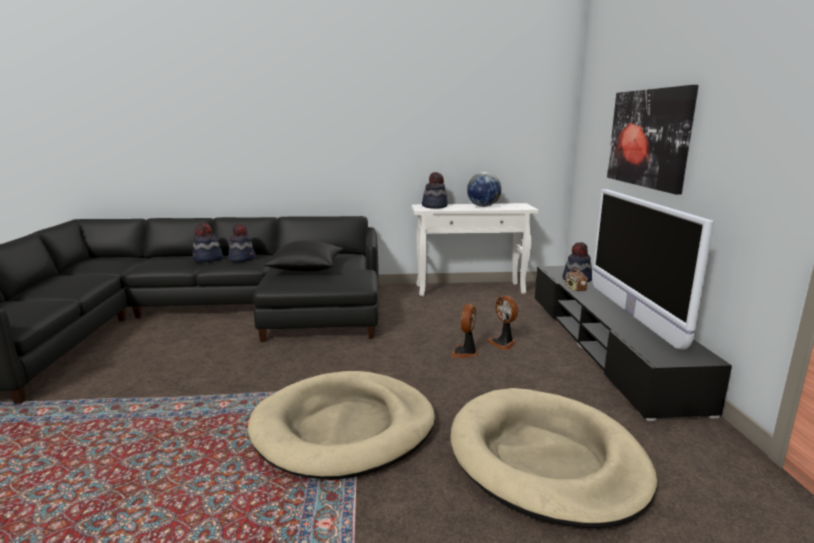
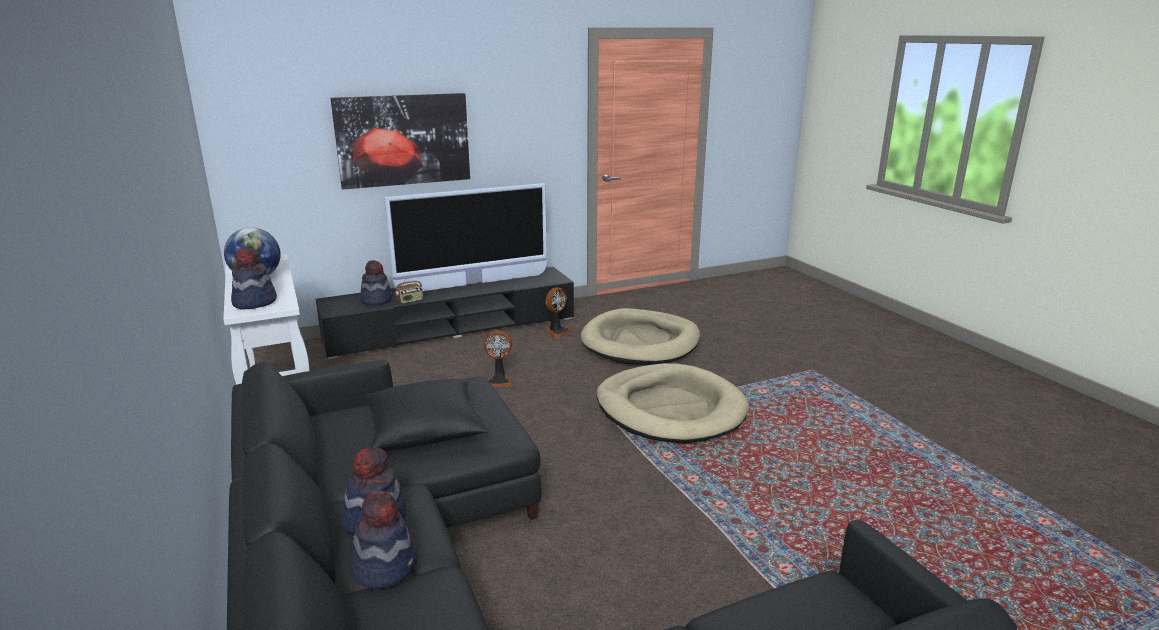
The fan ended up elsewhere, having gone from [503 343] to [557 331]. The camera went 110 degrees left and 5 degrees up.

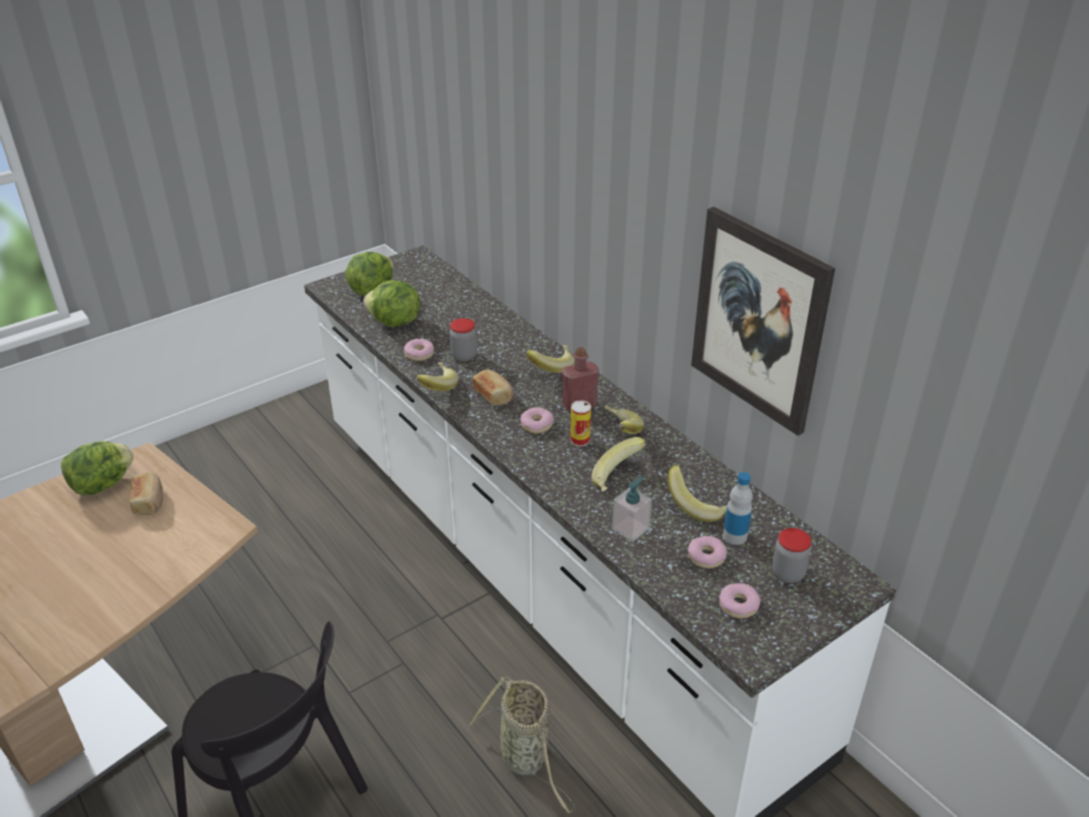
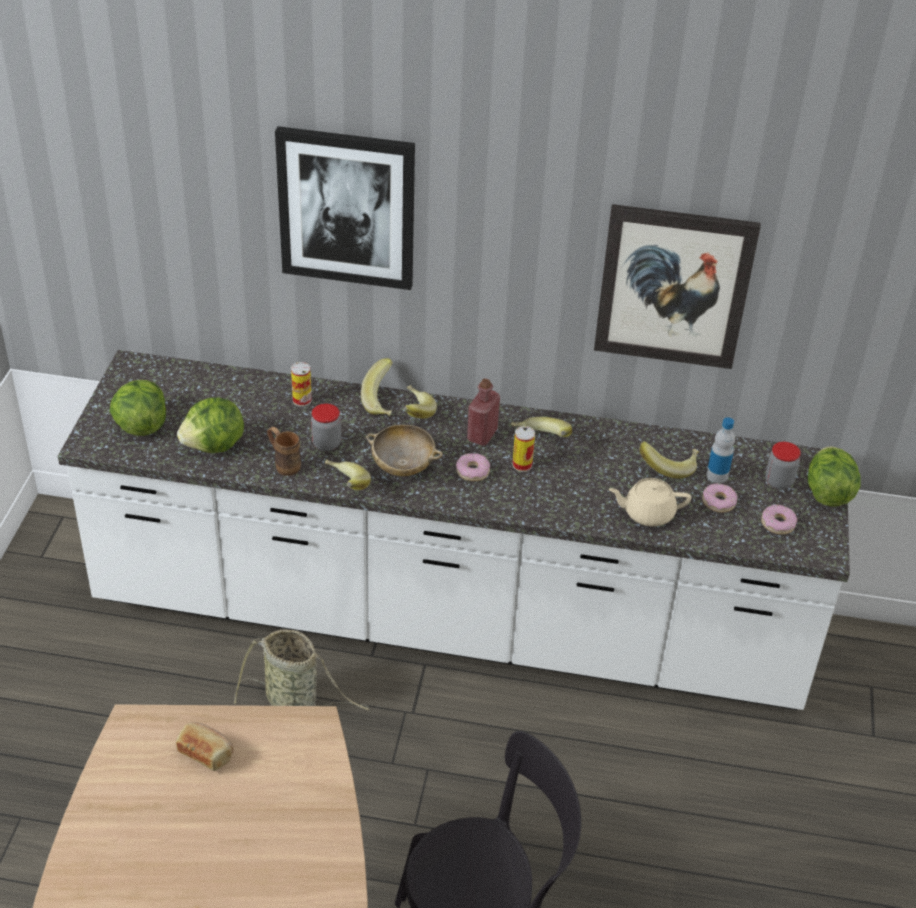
The lettuce ended up elsewhere, having gone from [102 485] to [828 493]. Where the donut stood at [419 354], the mug/brown came to stand at [284 464]. The basket ended up elsewhere, having gone from [526 758] to [295 700]. Where the bread stood at [493 395], the bowl/beige came to stand at [403 465]. The banana ended up elsewhere, having gone from [618 479] to [383 401]. Where the soap dispenser stood at [630 528], the teapot/beige came to stand at [647 513]. The second view gained the picture at [347 208]. The second view gained the can at [302 400]. The camera went 45 degrees left and 5 degrees up.

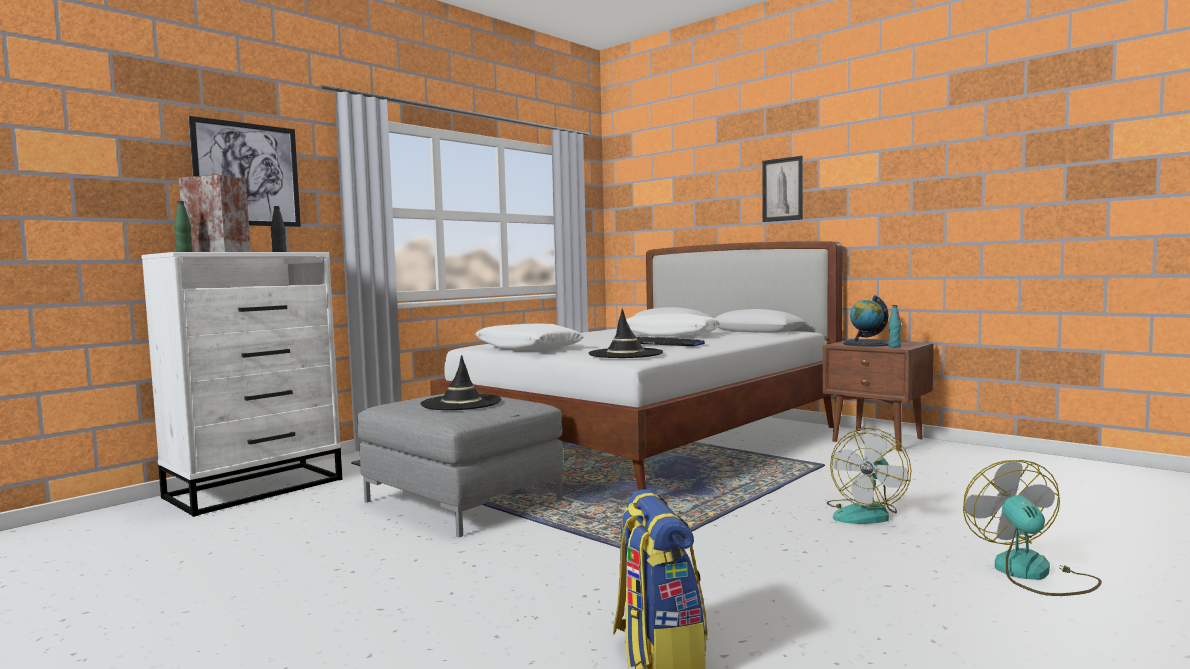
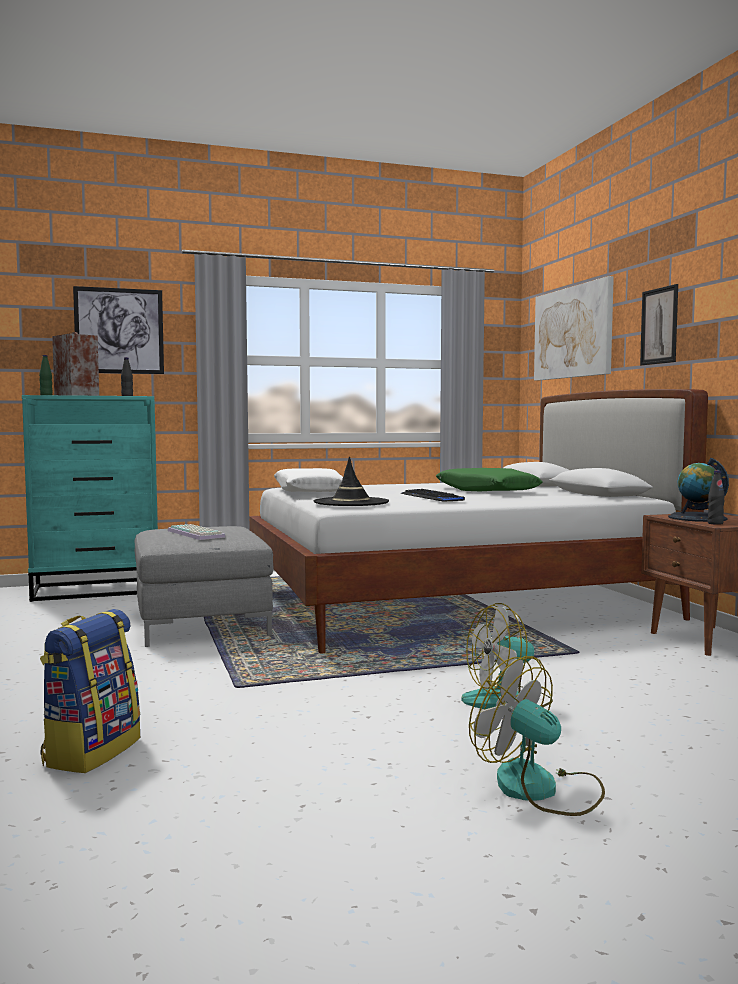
What was the dresser/white at [256 488] turned into the dresser/turquoise at [98 590]. Where the hat/black stood at [461 403], the keyboard came to stand at [197 534]. What was the pillow/white at [670 335] turned into the pillow/green at [487 491]. What was the bottle/turquoise at [894 346] turned into the bottle/black at [715 523]. The fan at [1032 573] ended up facing another way, 75 degrees counterclockwise from before. The second view gained the picture at [572 332]. The camera went 30 degrees right and 0 degrees up.

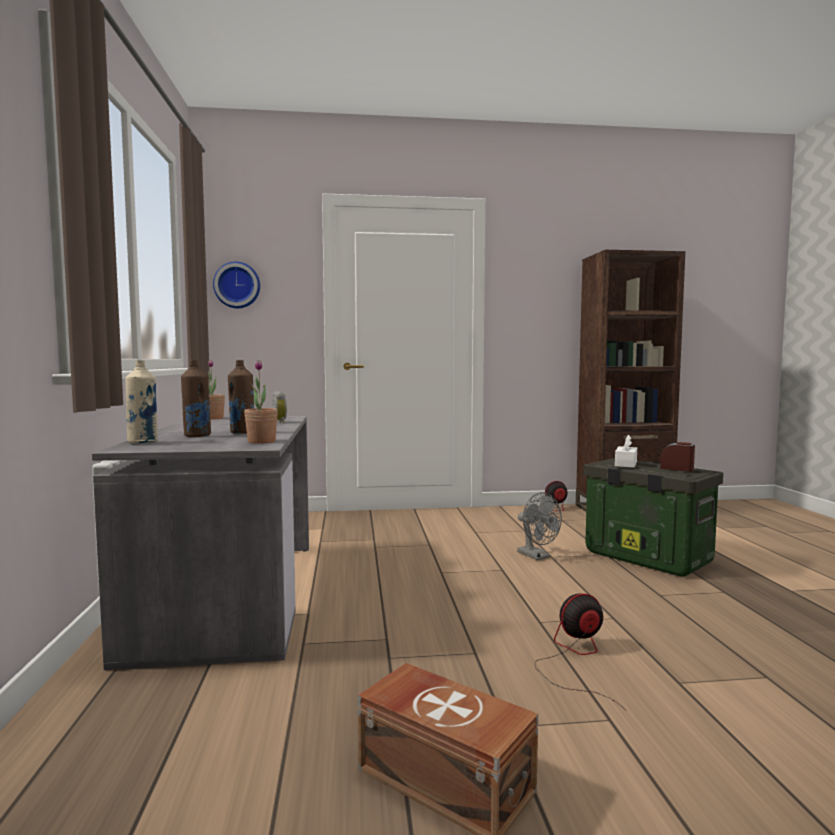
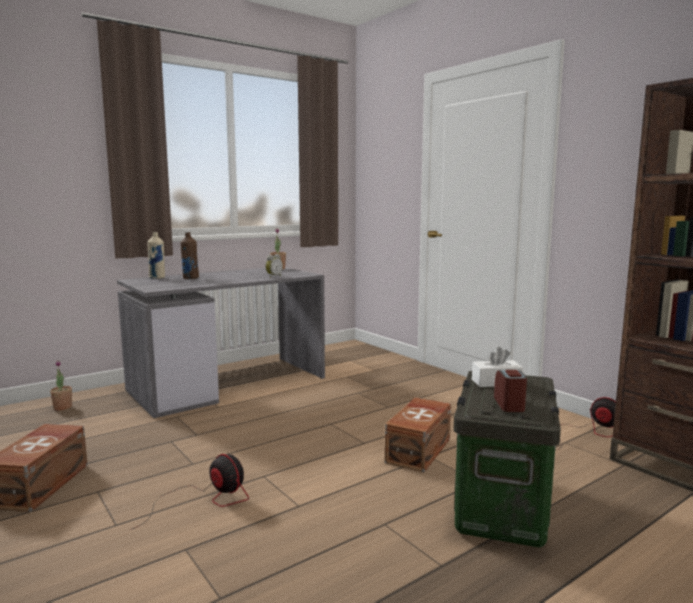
The second view lost the wall clock at [237 285]. The second view lost the bottle/brown at [242 432]. The potted plant ended up elsewhere, having gone from [261 441] to [62 407]. Where the fan/grey stood at [537 556], the storage box/brown came to stand at [420 450]. The camera went 60 degrees right and 5 degrees up.

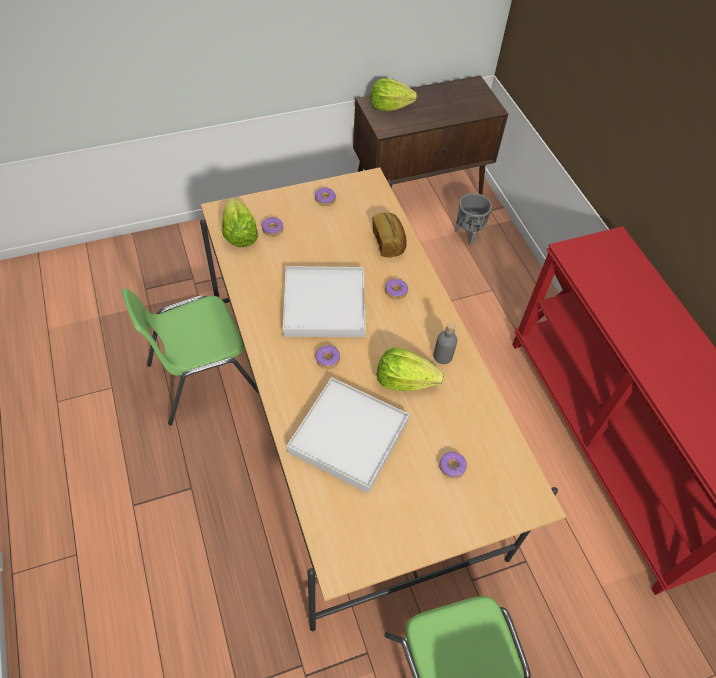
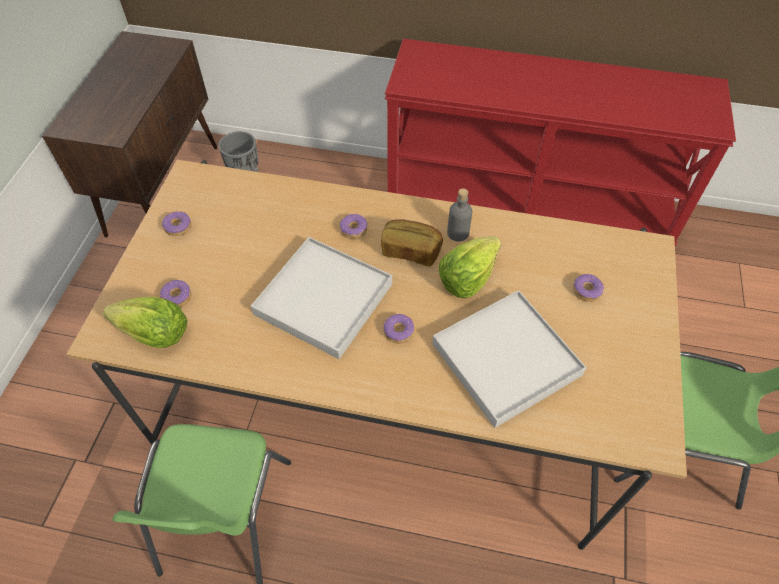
The second view lost the lettuce at [389 106]. The bread ended up elsewhere, having gone from [389 242] to [410 251]. The camera went 55 degrees left and 0 degrees up.

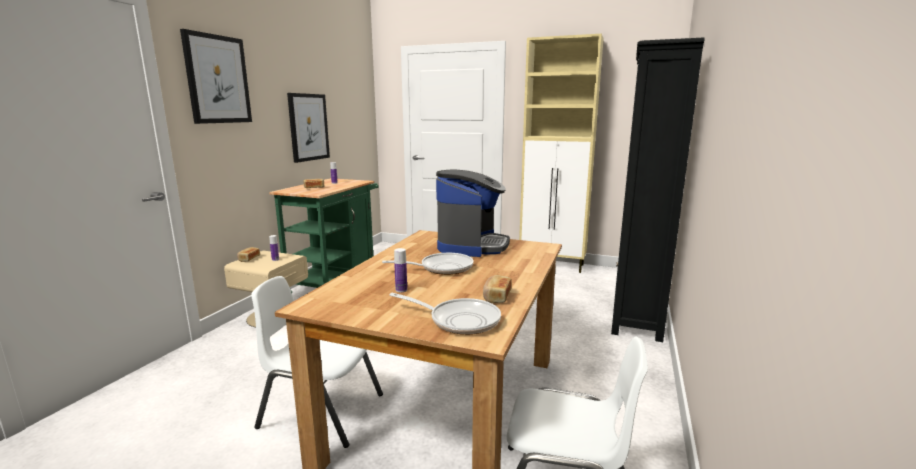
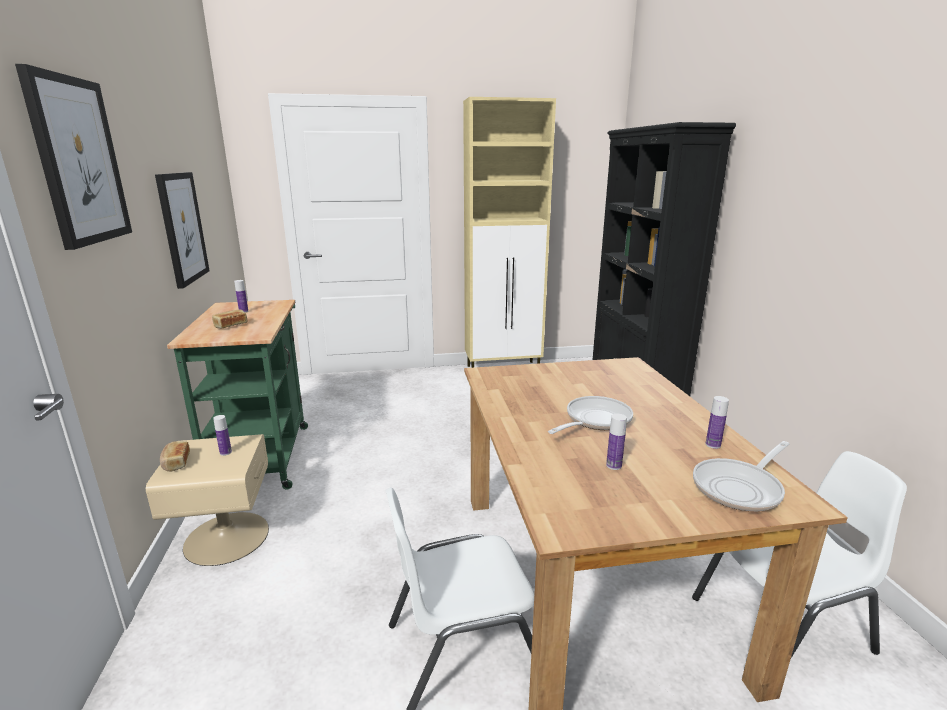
The frying pan at [459 320] ended up facing another way, 150 degrees clockwise from before. The second view lost the coffee machine at [472 245]. Where the bread stood at [496 297], the bottle came to stand at [713 445]. The camera went 30 degrees left and 5 degrees up.

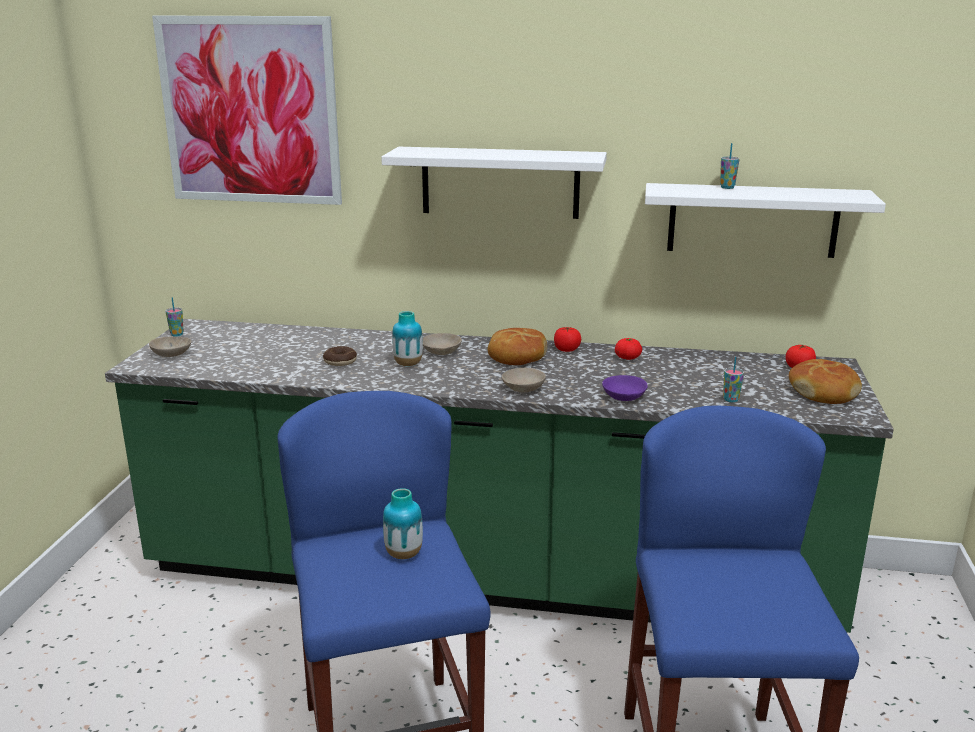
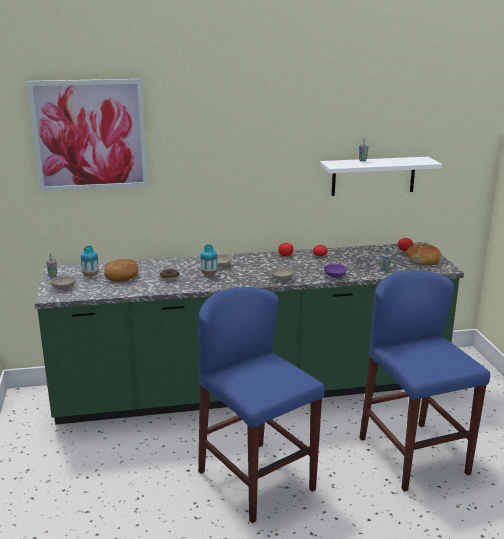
The second view lost the shelf/white at [500 182]. The vase ended up elsewhere, having gone from [403 554] to [91 275]. The bread ended up elsewhere, having gone from [516 356] to [121 276]. The camera went 20 degrees left and 0 degrees up.

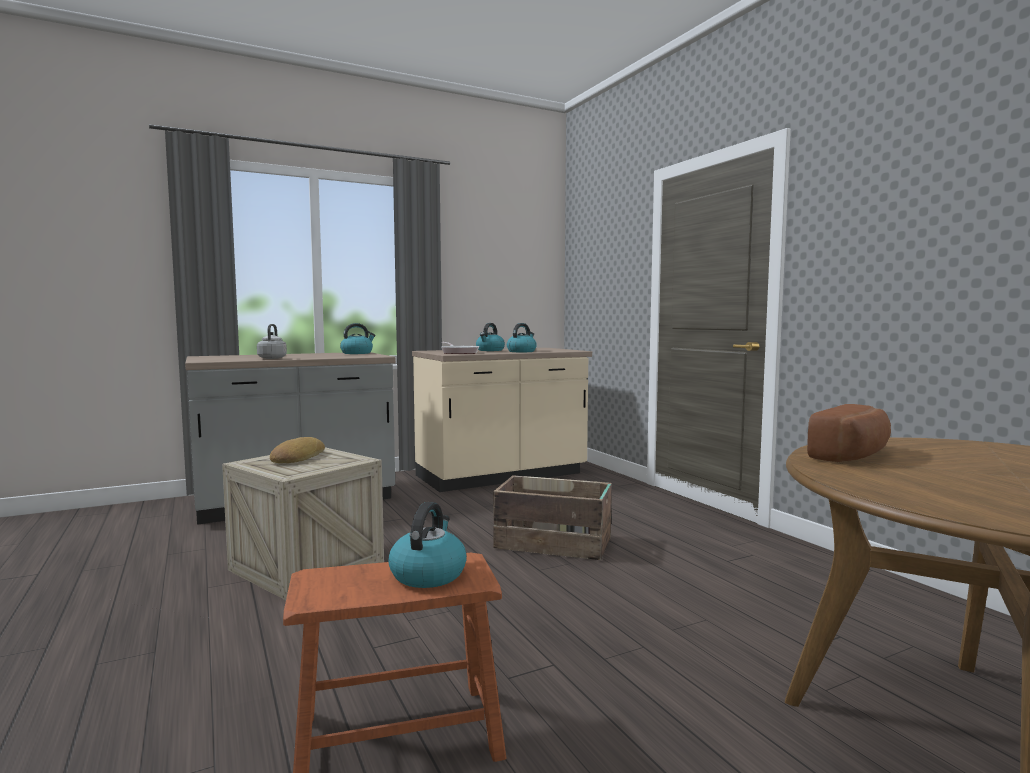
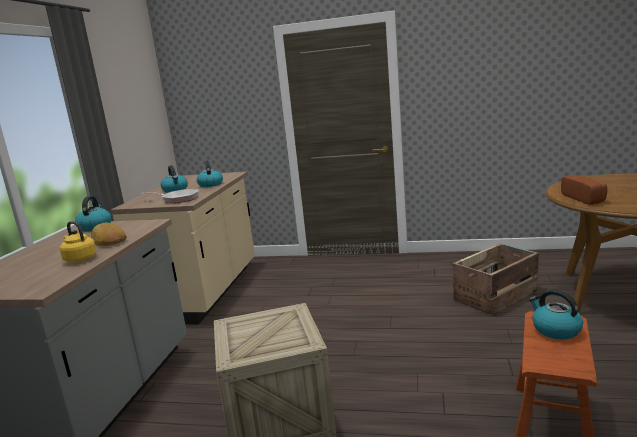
What was the kettle/grey at [273 358] turned into the kettle/yellow at [79 259]. The bread ended up elsewhere, having gone from [296 457] to [108 240]. The crate ended up elsewhere, having gone from [555 544] to [497 295]. The camera went 50 degrees left and 10 degrees up.

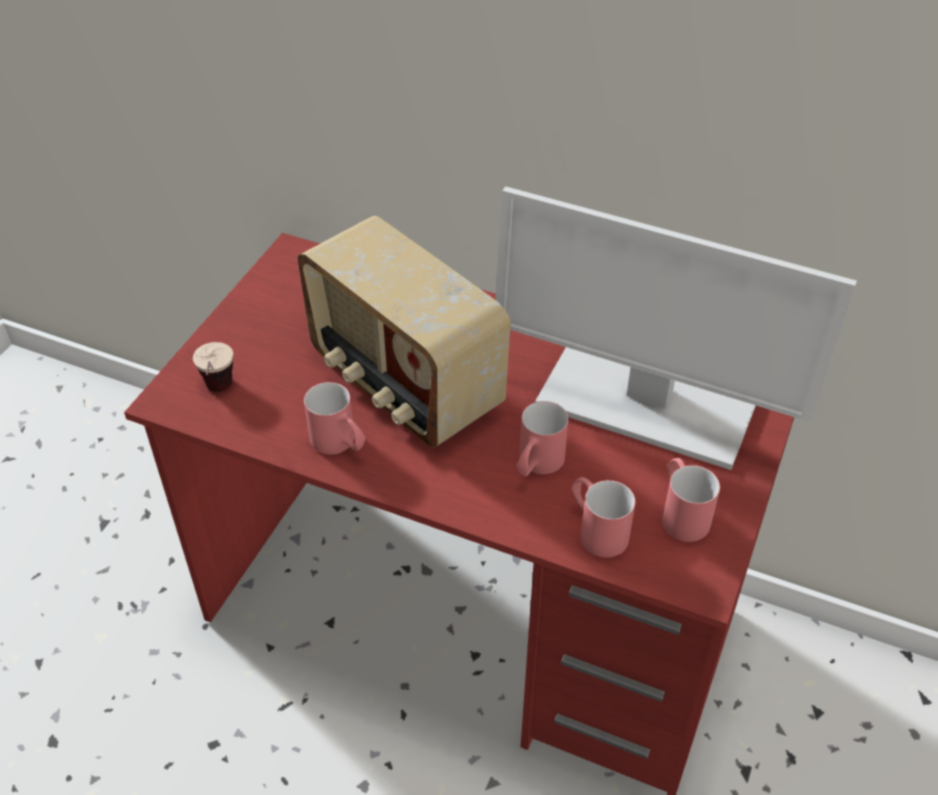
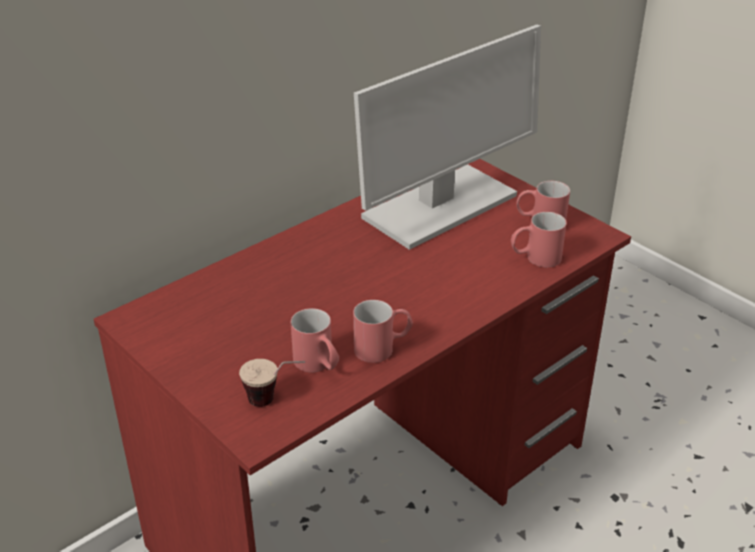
The second view lost the radio at [403 384]. The mug/red ended up elsewhere, having gone from [536 465] to [318 365]. The camera went 65 degrees left and 10 degrees down.

